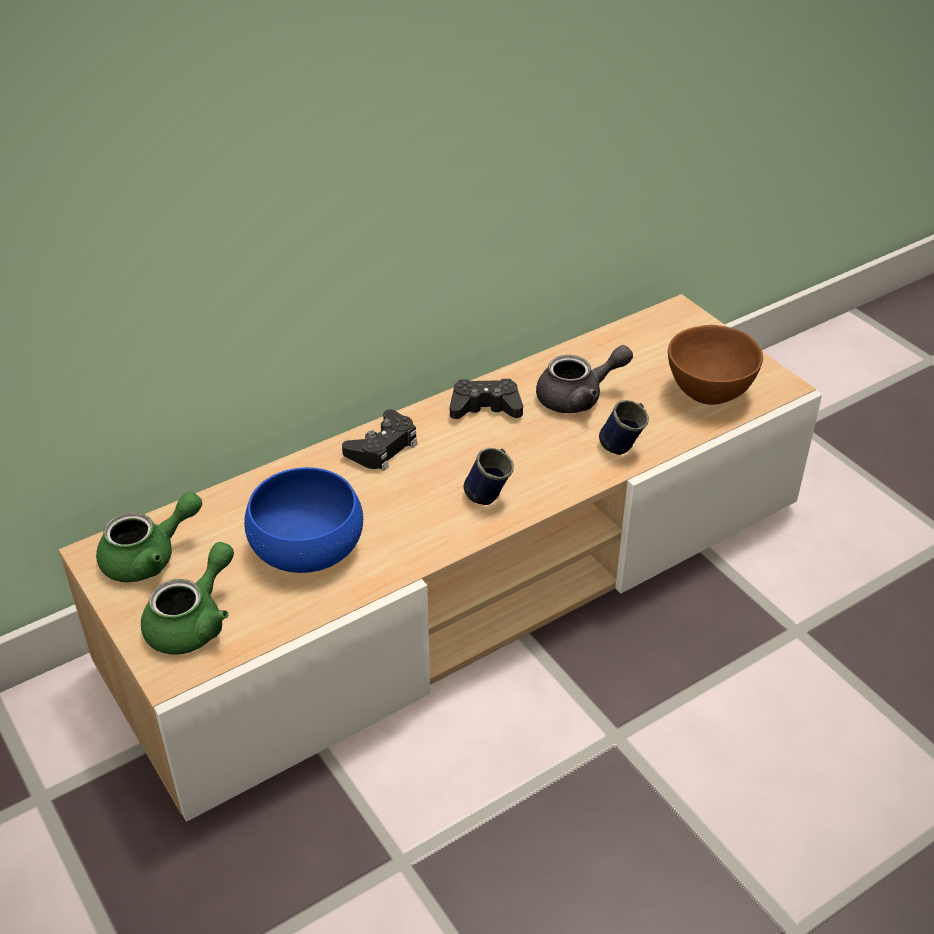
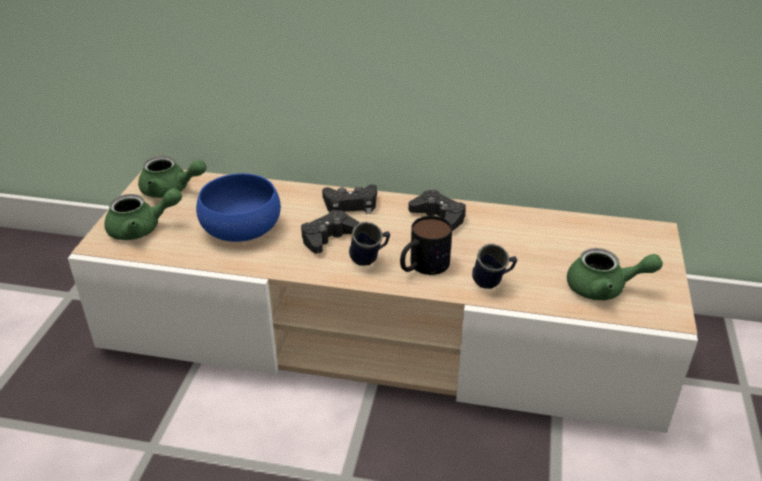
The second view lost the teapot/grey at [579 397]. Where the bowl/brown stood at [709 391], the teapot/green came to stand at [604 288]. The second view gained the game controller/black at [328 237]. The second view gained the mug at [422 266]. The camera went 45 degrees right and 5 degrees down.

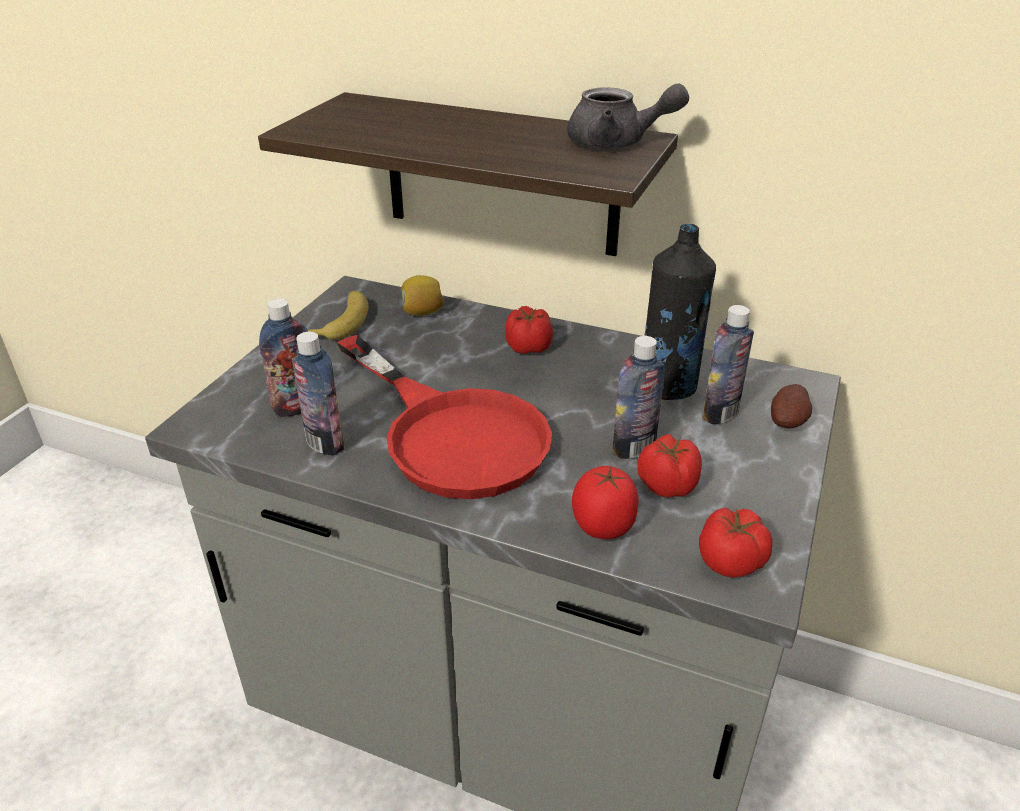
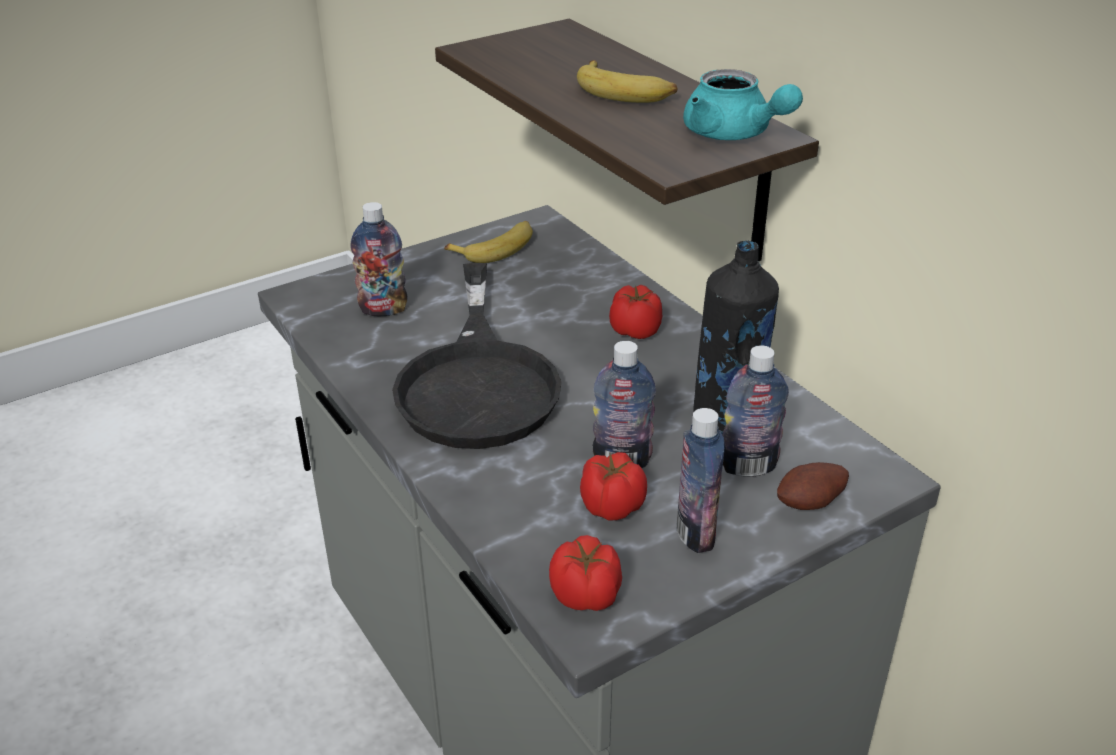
The bottle ended up elsewhere, having gone from [325 443] to [695 534]. What was the frying pan/red at [451 433] turned into the frying pan/black at [478 380]. The second view lost the lemon at [422 312]. What was the teapot/grey at [617 143] turned into the teapot/turquoise at [733 134]. The second view lost the tomato at [603 527]. The second view gained the banana at [625 92]. The camera went 35 degrees right and 0 degrees up.

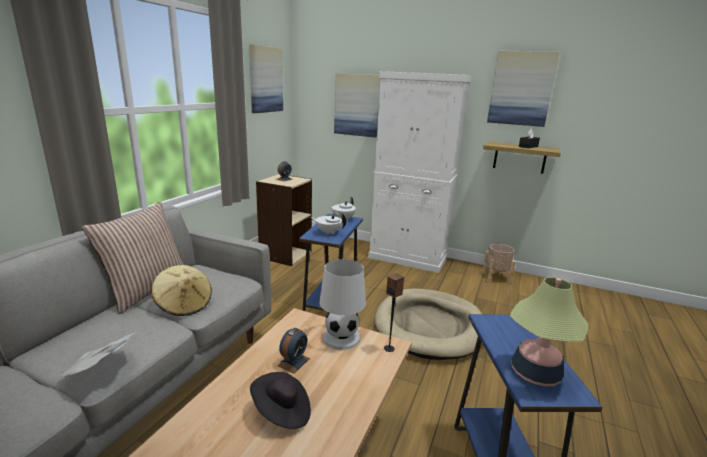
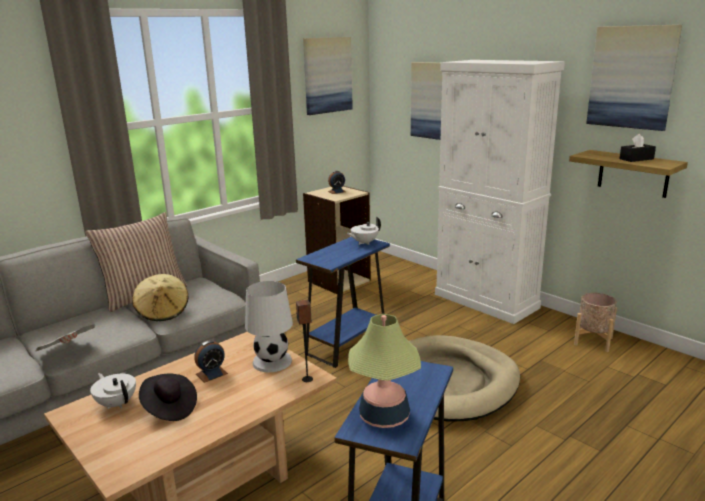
The teapot/white ended up elsewhere, having gone from [328 232] to [117 403]. The camera went 25 degrees right and 0 degrees up.

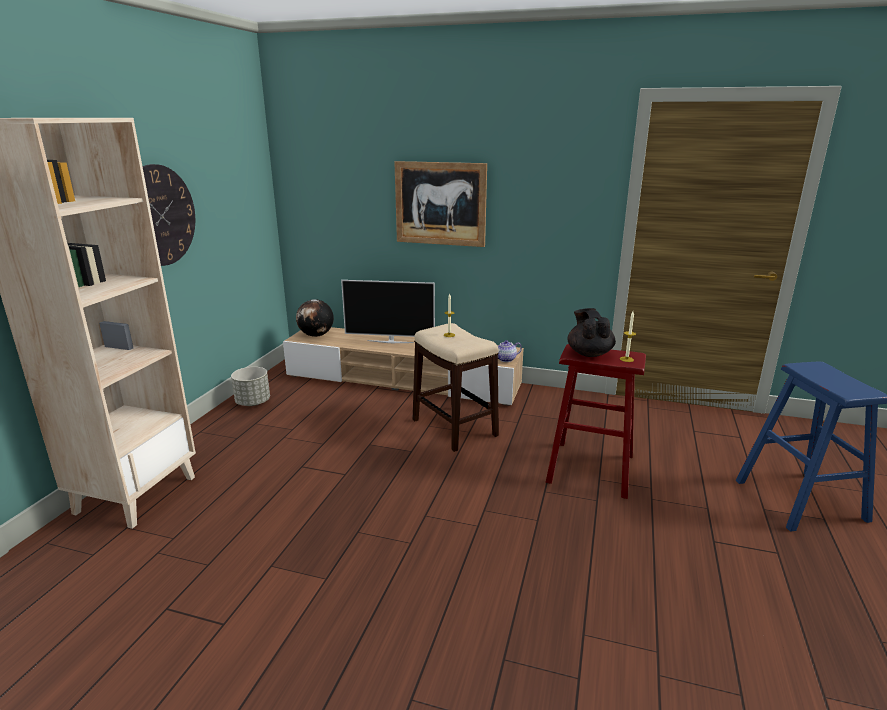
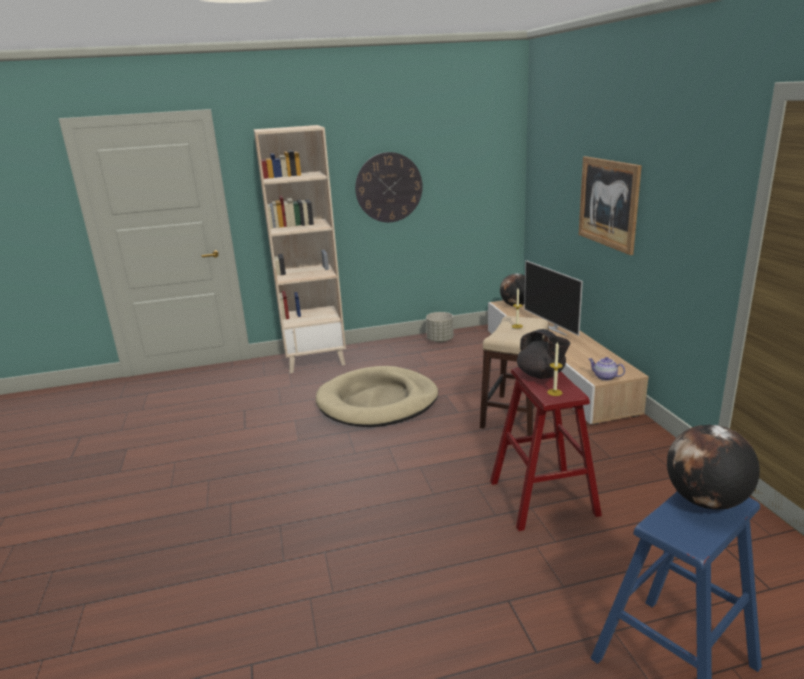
The teapot/black at [589 353] ended up facing another way, 90 degrees clockwise from before. The second view gained the dog bed/beige at [378 402]. The second view gained the globe at [705 501]. The camera went 60 degrees right and 0 degrees up.

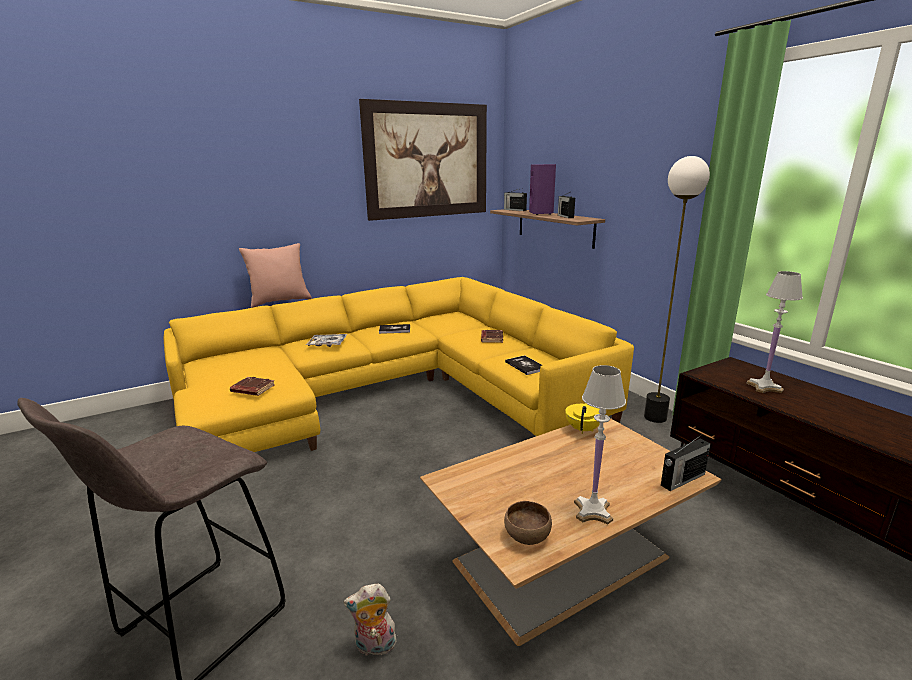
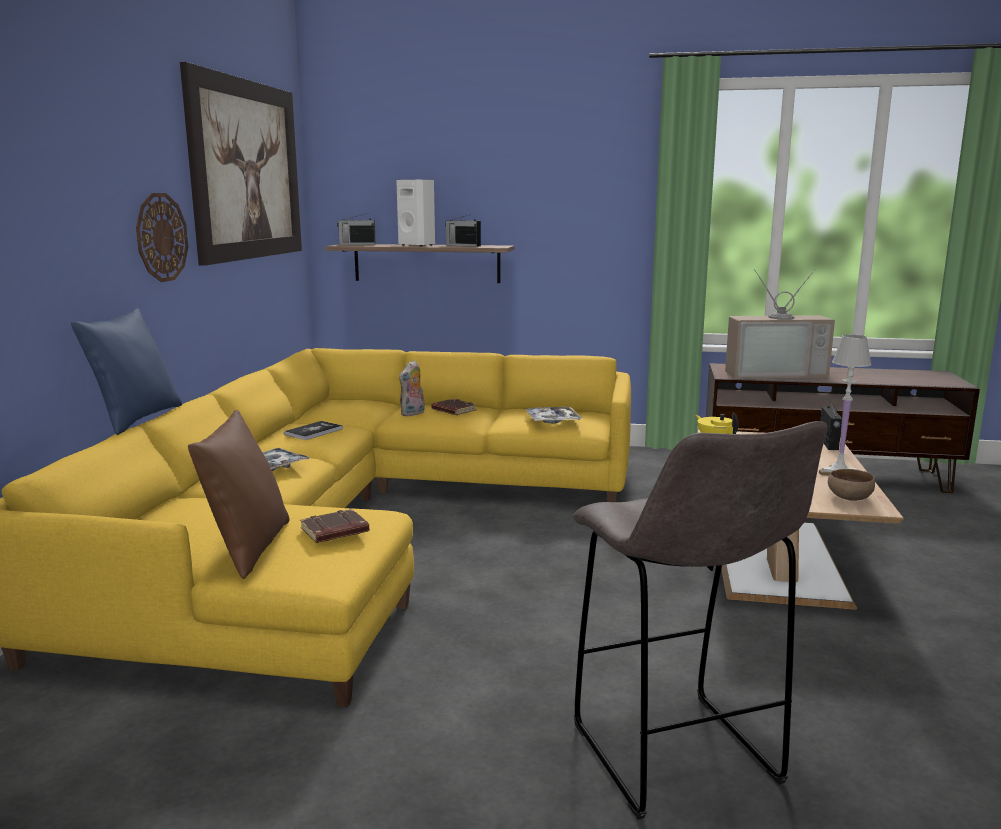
What was the pillow/pink at [280 301] turned into the pillow/blue at [136 419]. The plush toy ended up elsewhere, having gone from [374 647] to [413 414]. Where the book stood at [525 366], the tray came to stand at [552 420]. What was the speaker/purple at [541 213] turned into the speaker/white at [418 245]. The second view lost the floor lamp at [655 417]. Where the table lamp/white stood at [765 387], the television came to stand at [774 373]. The second view gained the wall clock at [161 237]. The second view gained the pillow/brown at [248 549]. The camera went 50 degrees left and 5 degrees down.

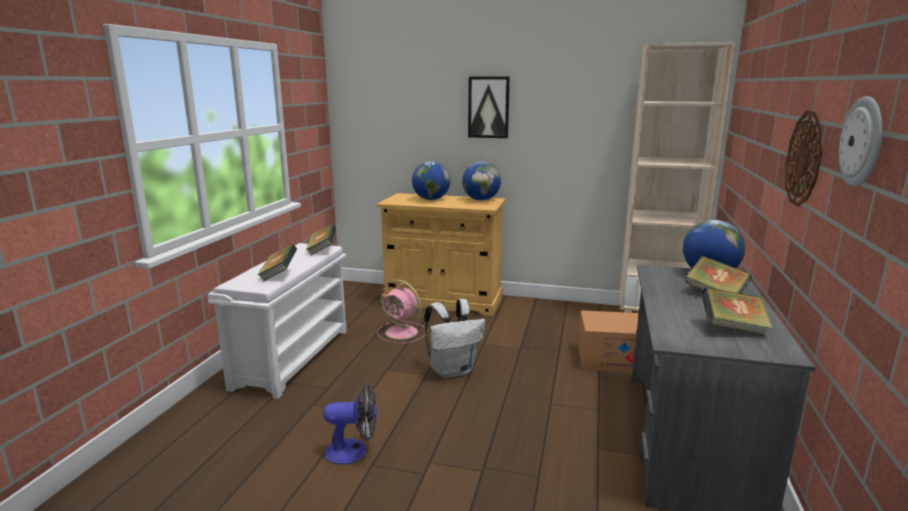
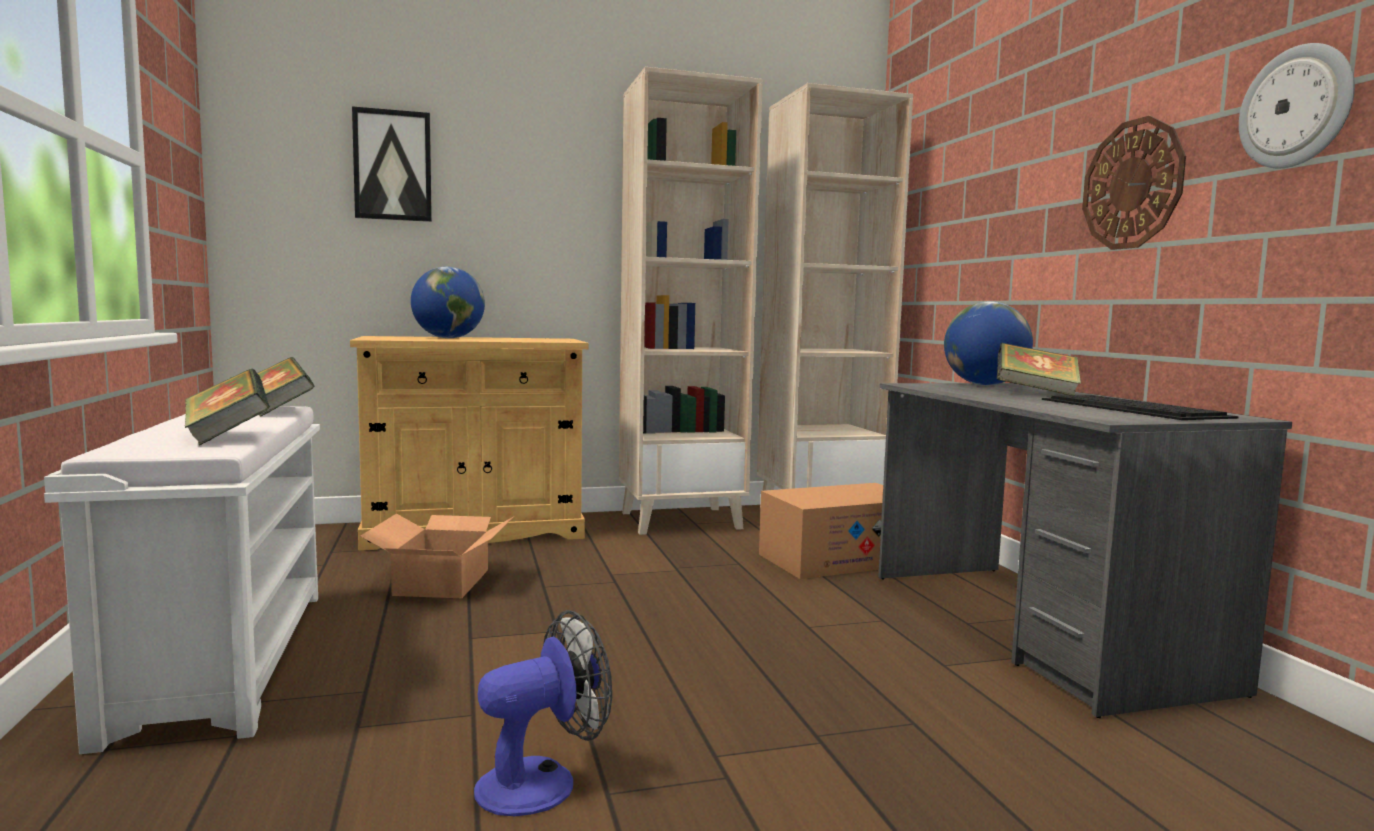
Where the fan/pink stood at [402 332], the cardboard box came to stand at [443 582]. The second view lost the backpack/white at [453 370]. The second view lost the globe at [481 200]. The picture ended up elsewhere, having gone from [488 107] to [392 166]. Where the book stood at [732 328], the keyboard came to stand at [1134 408]. The second view gained the bookcase/beige at [681 520]. The camera went 30 degrees left and 10 degrees down.

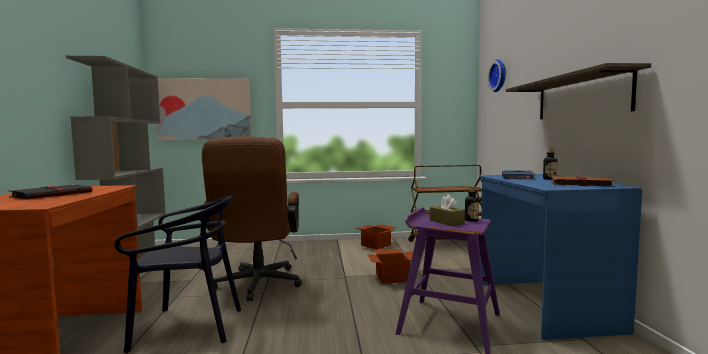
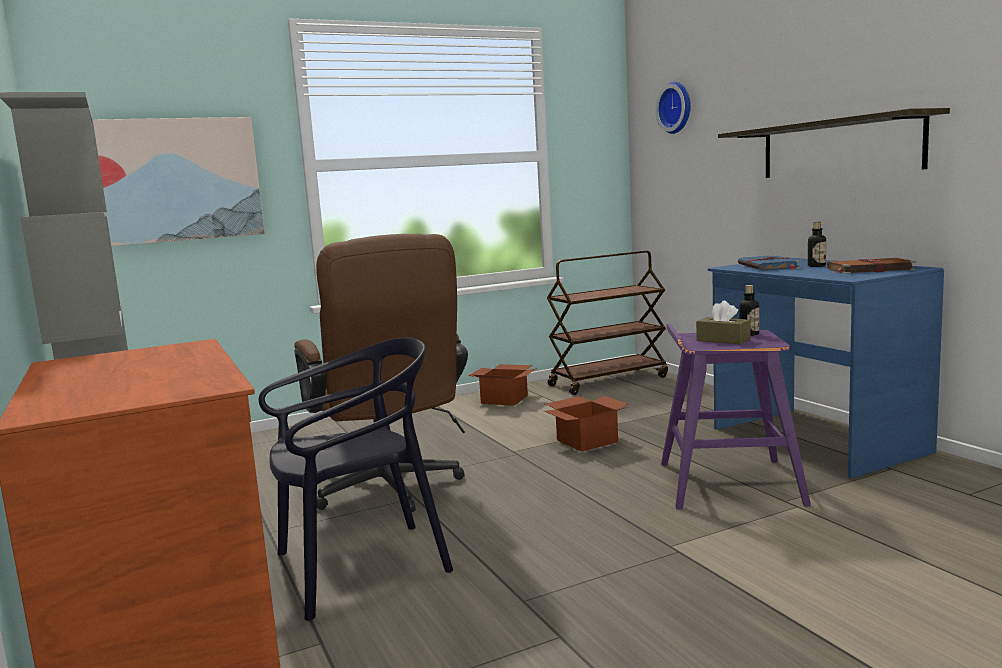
The second view lost the book/black at [53 194]. The camera went 20 degrees left and 5 degrees up.

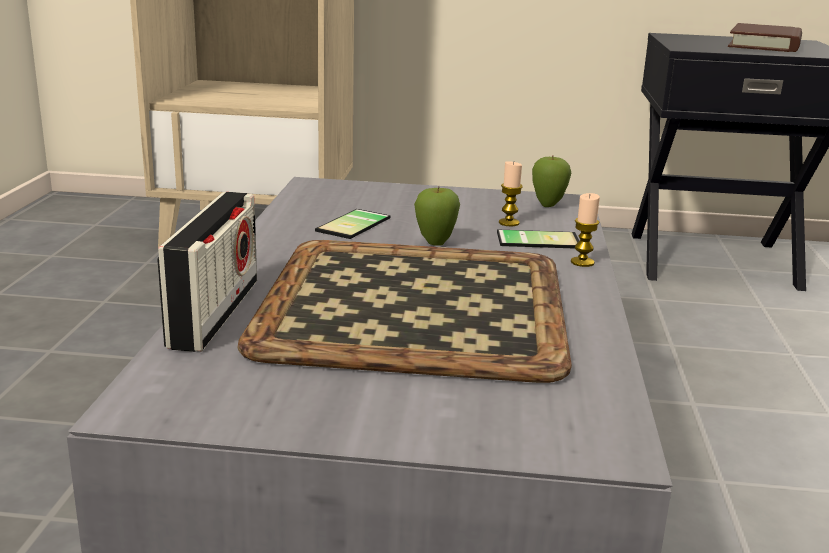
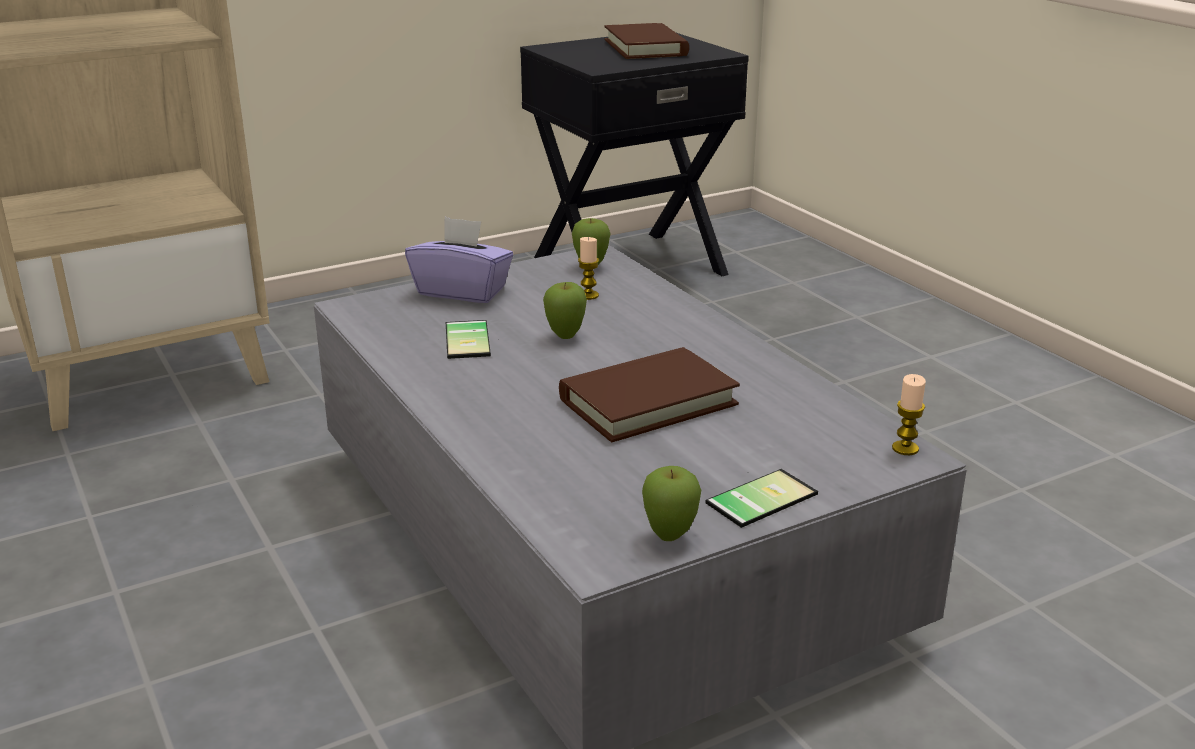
The second view lost the radio at [215 313]. Where the tray stood at [417 308], the book/brown came to stand at [648 402]. The phone ended up elsewhere, having gone from [537 238] to [757 496]. The candle ended up elsewhere, having gone from [582 262] to [905 448]. The second view gained the tissue box/purple at [462 291]. The second view gained the apple at [670 537]. The camera went 35 degrees left and 5 degrees up.

